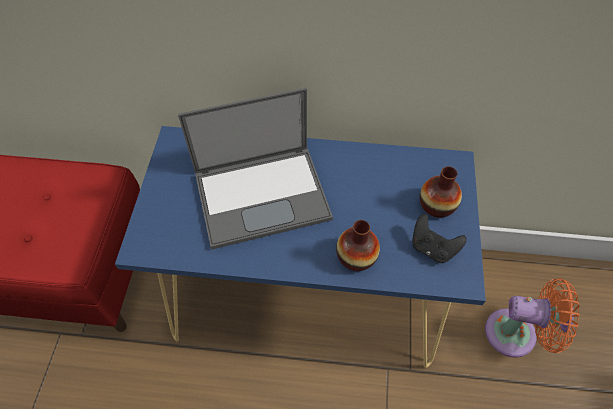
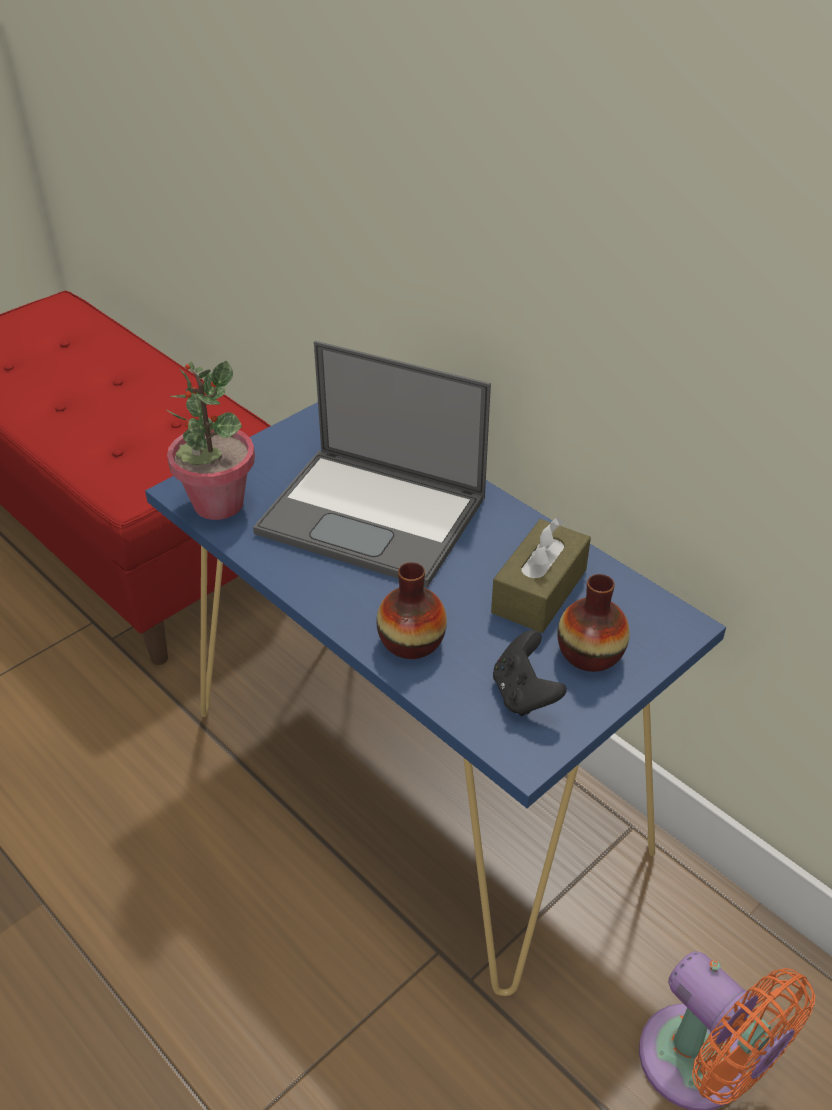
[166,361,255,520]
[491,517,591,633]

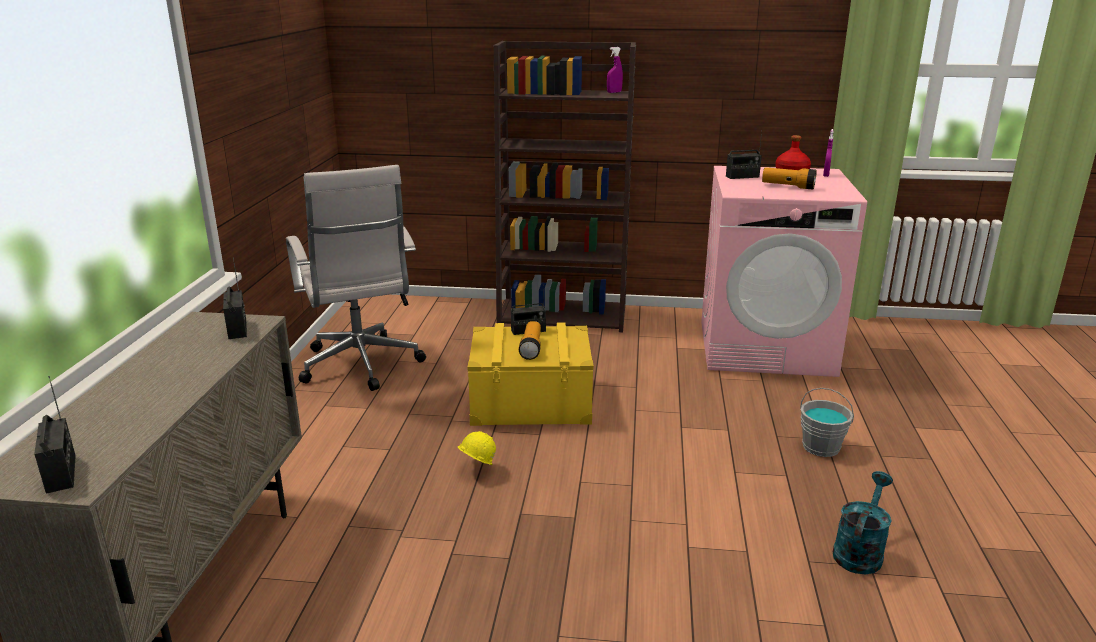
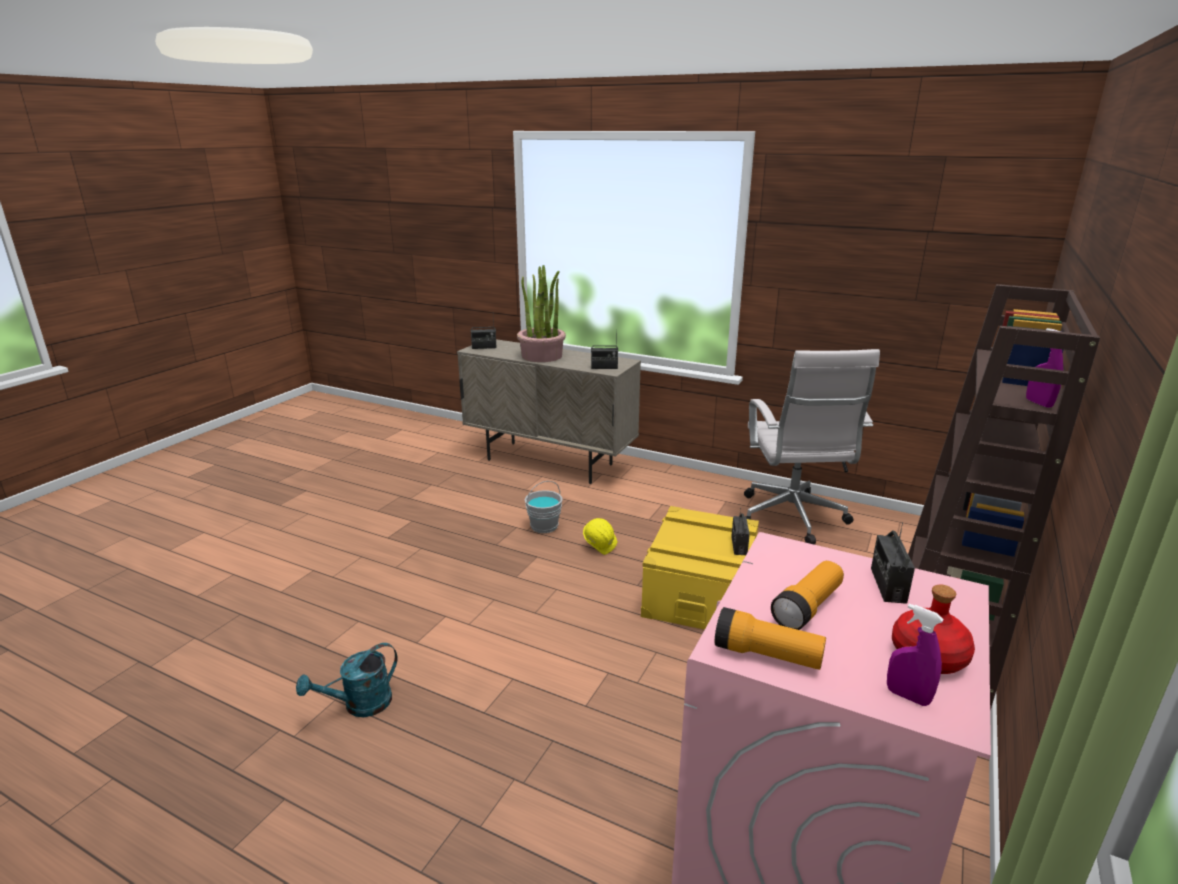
[744,349,880,545]
[715,607,826,670]
[524,481,563,533]
[296,643,397,717]
[517,265,566,362]

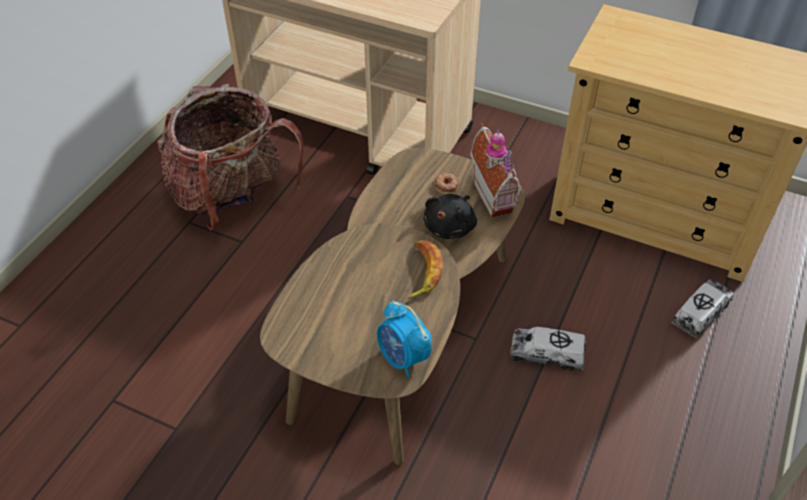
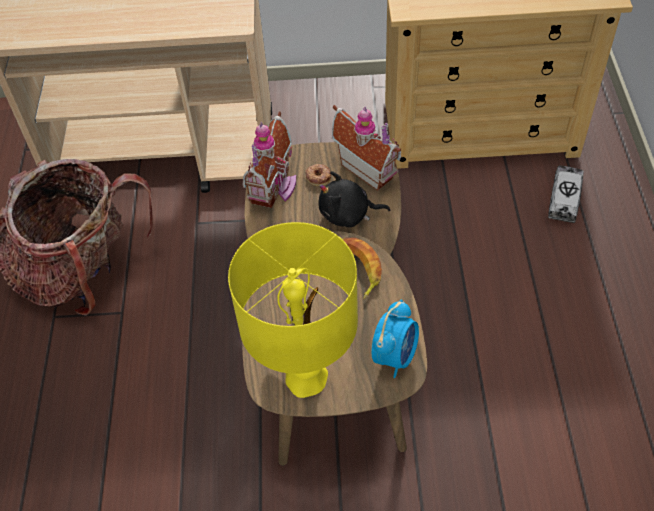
[318,171,390,227]
[371,299,419,378]
[511,327,586,371] (first image)
[242,112,296,208]
[228,222,358,398]

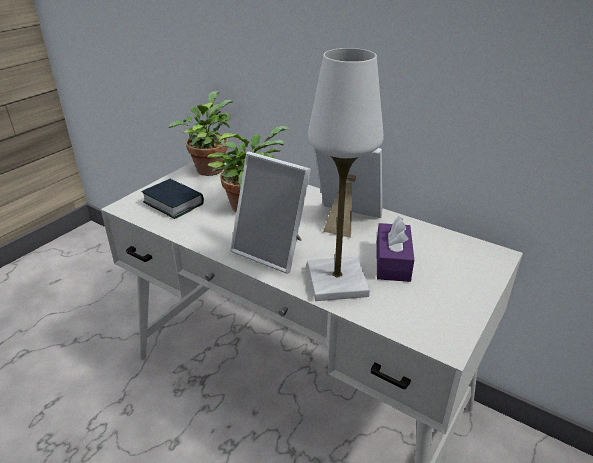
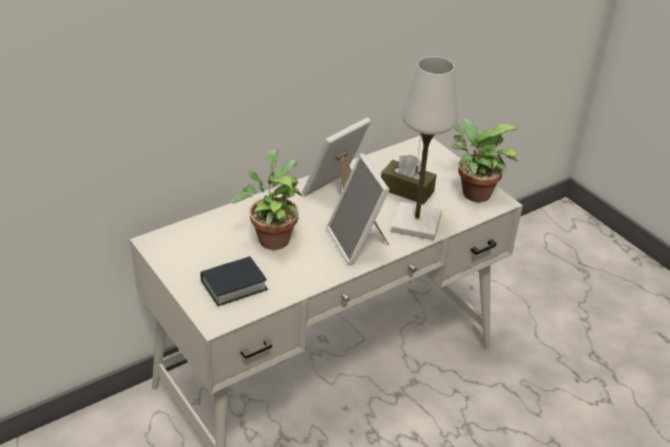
[452,118,519,202]
[327,154,390,266]
[381,155,436,205]

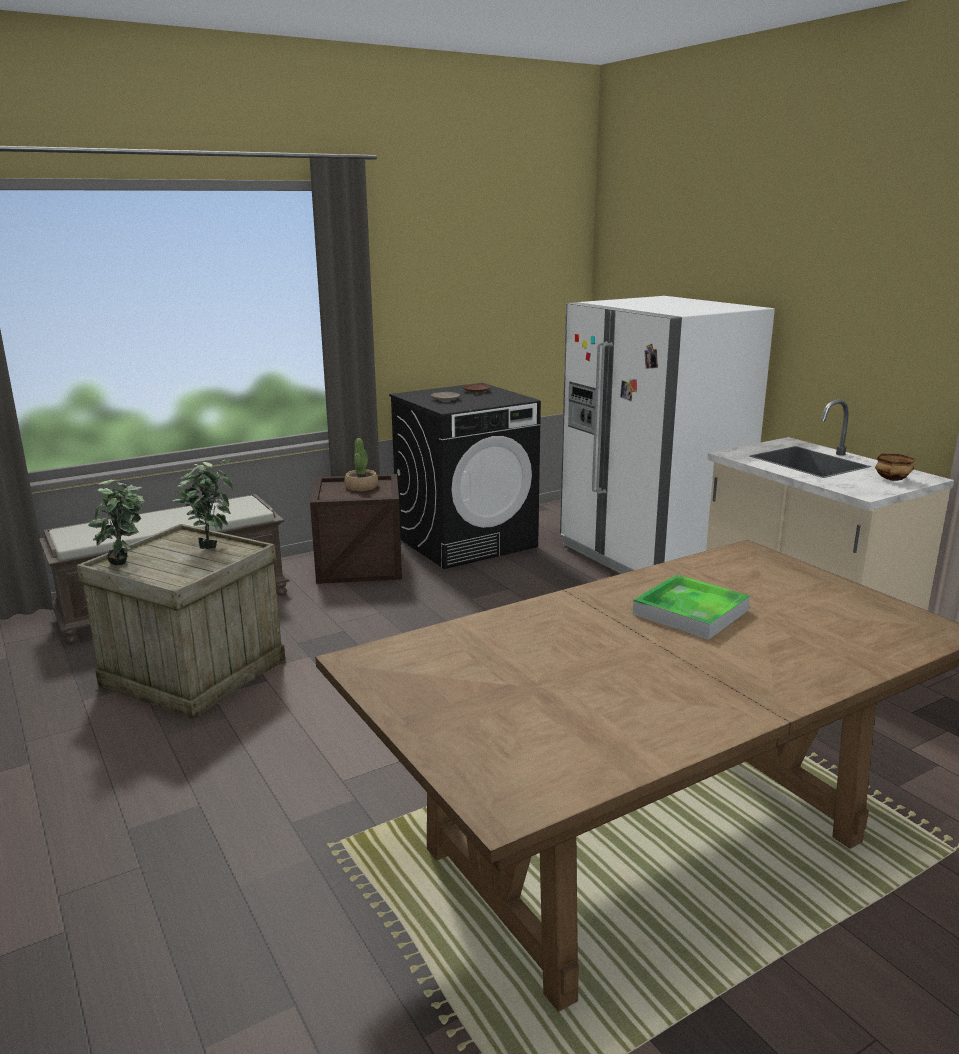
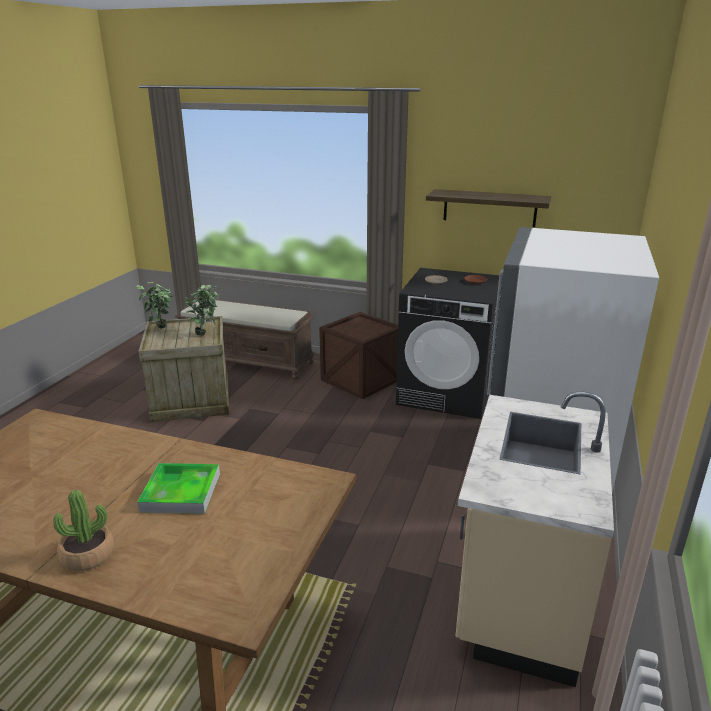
[53,490,114,571]
[875,454,915,481] (first image)
[426,189,551,227]

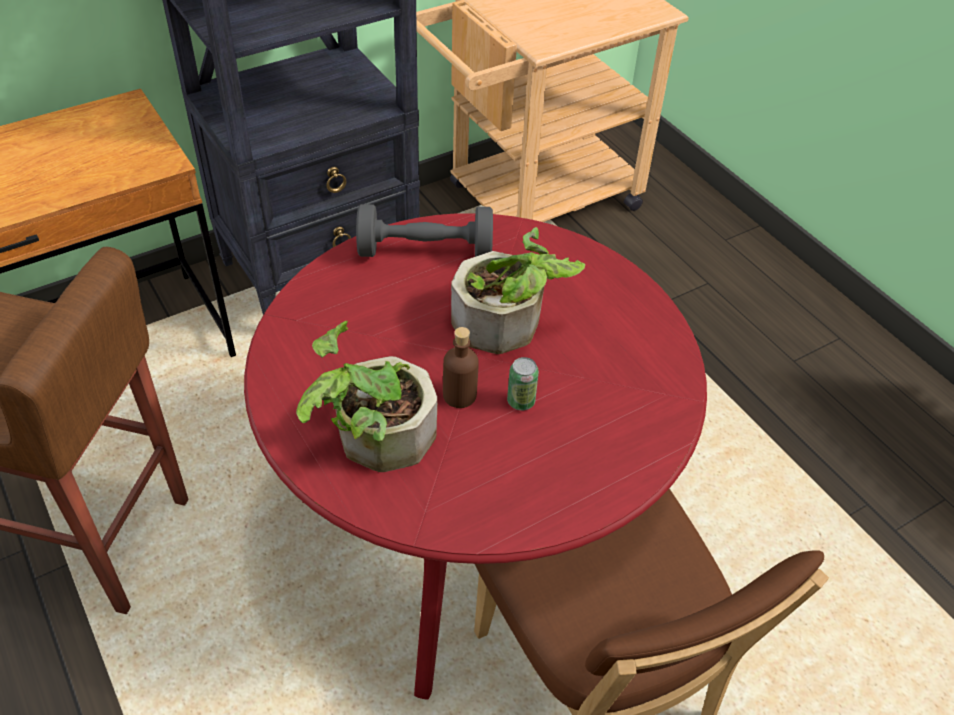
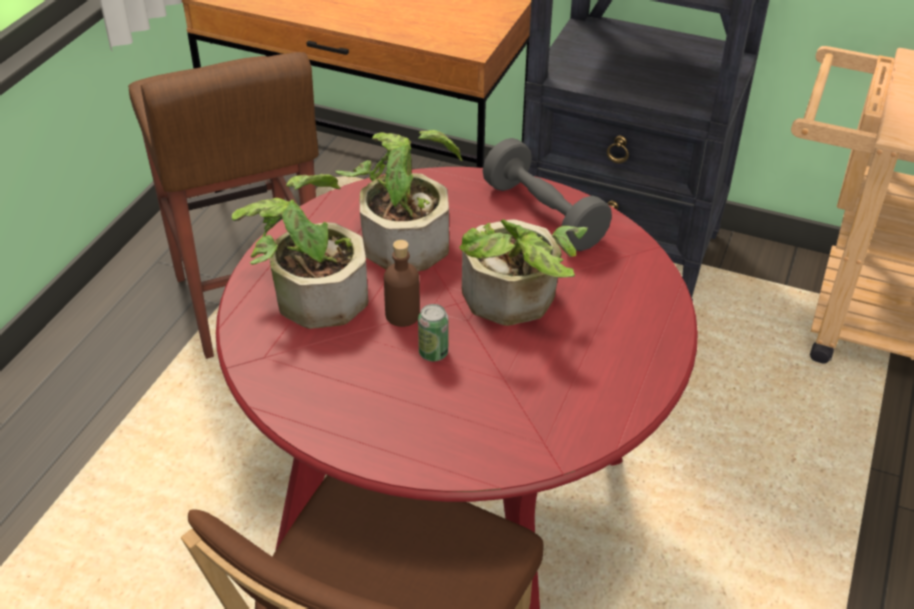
[335,130,462,271]

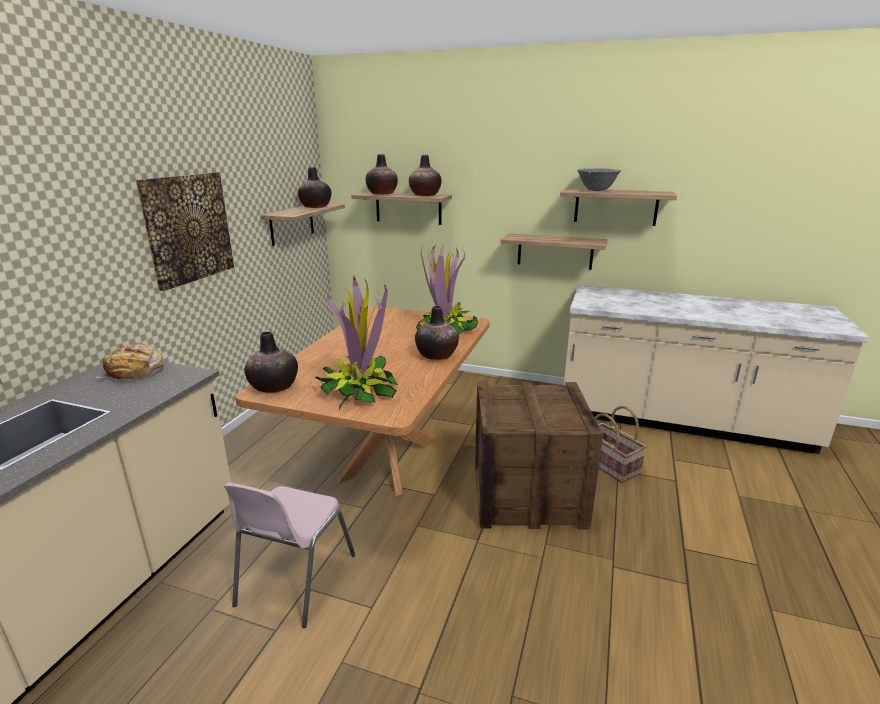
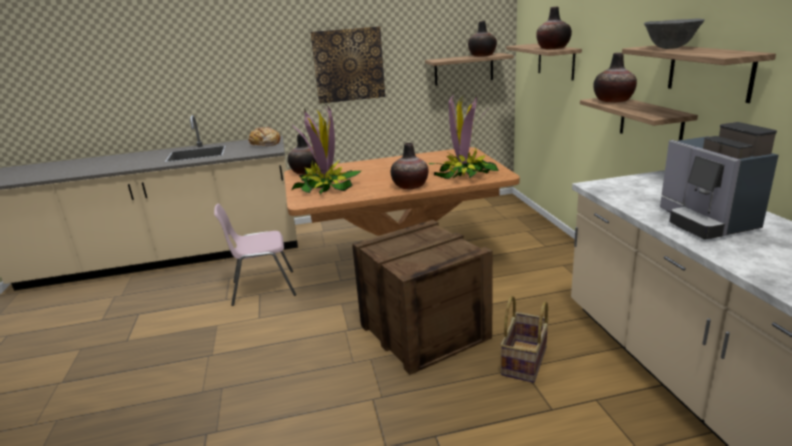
[593,53,637,103]
[660,122,779,239]

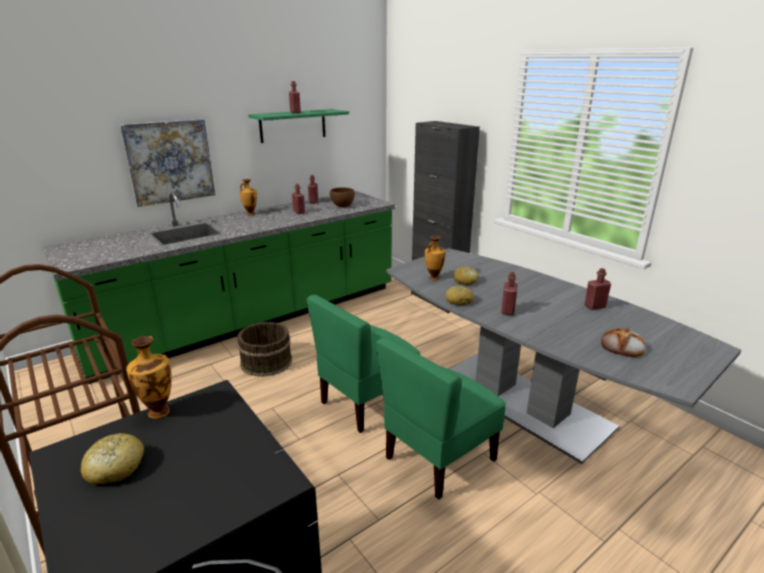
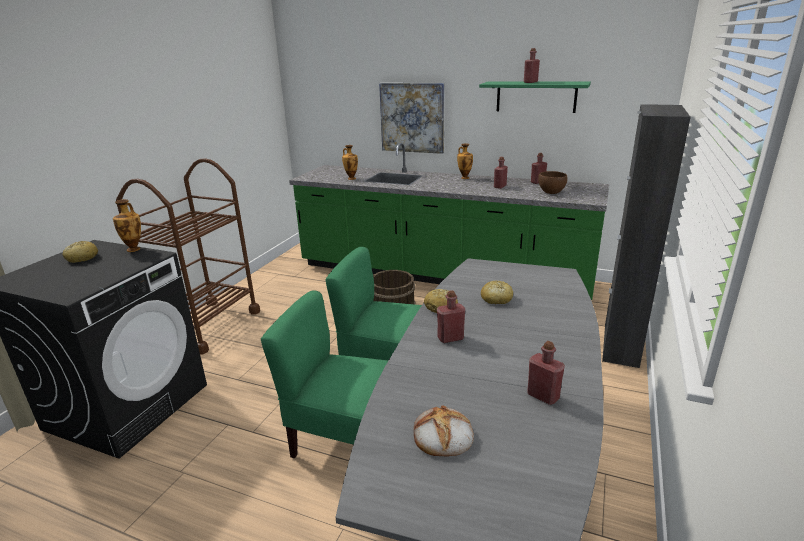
[342,145,358,180]

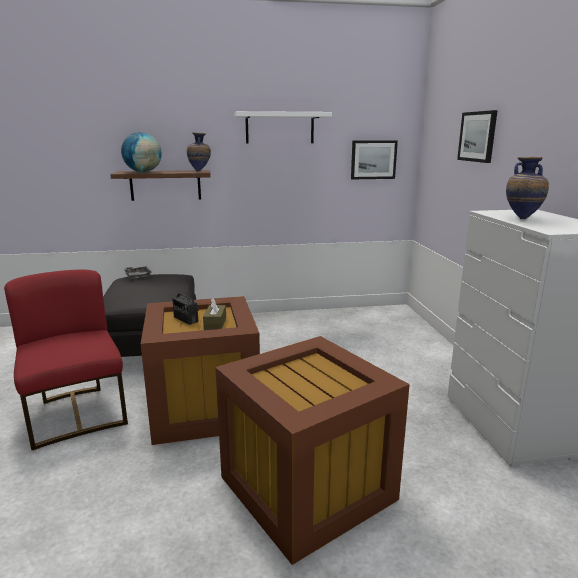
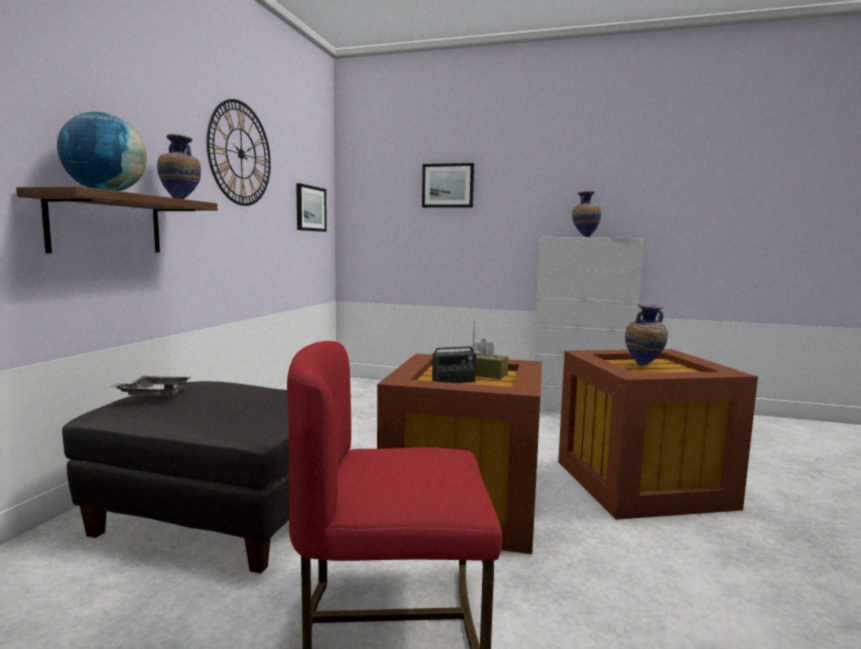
[207,99,271,206]
[625,303,668,366]

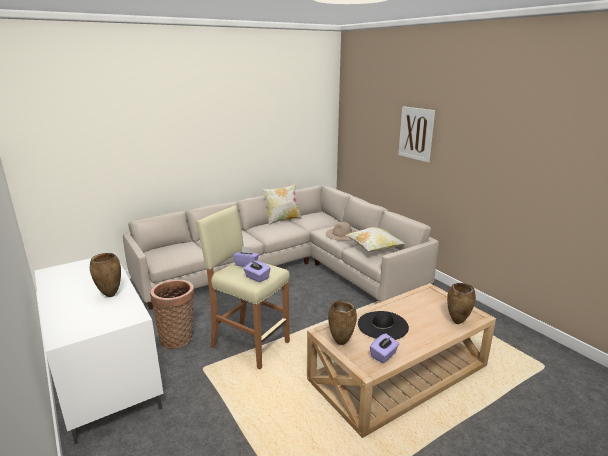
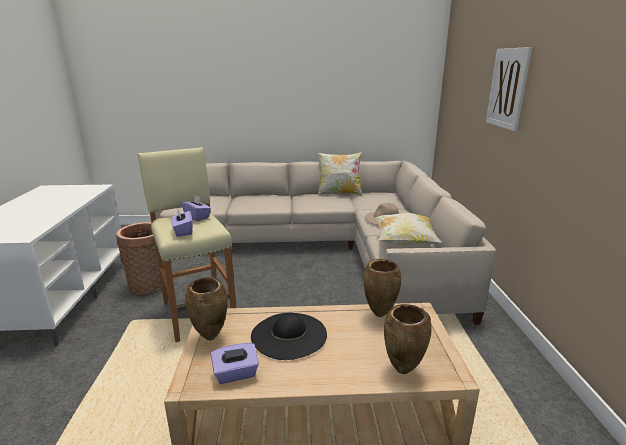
[363,259,401,317]

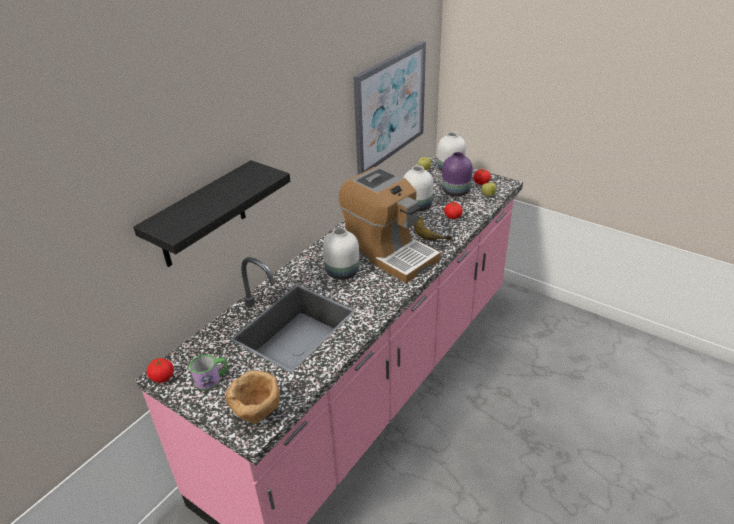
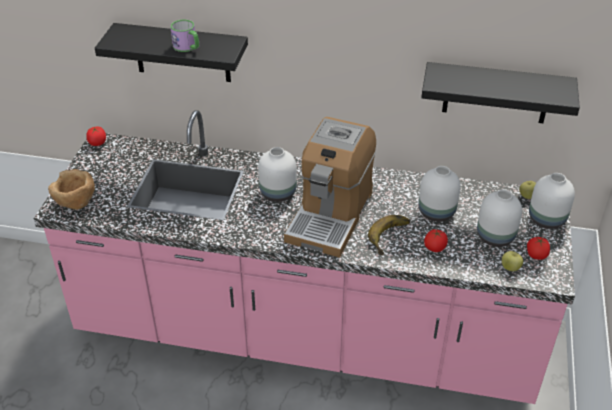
[421,62,580,123]
[477,190,522,247]
[170,19,199,52]

